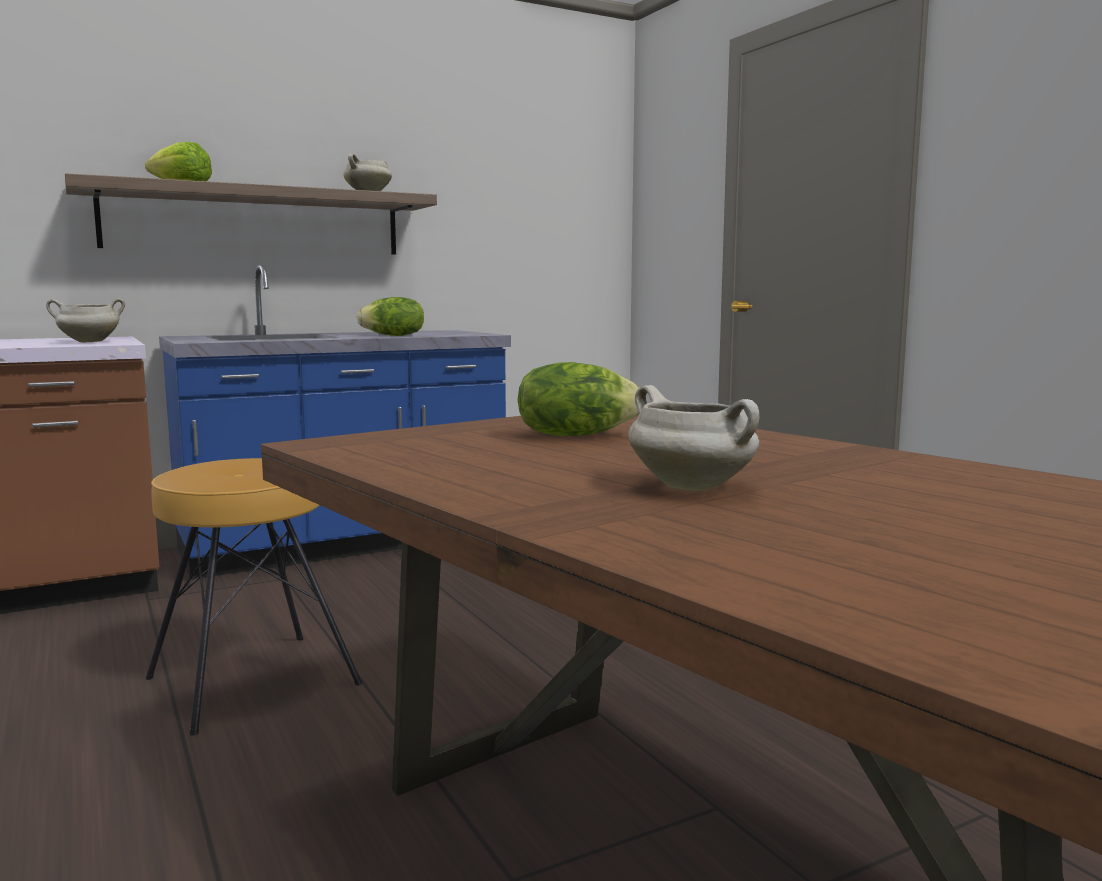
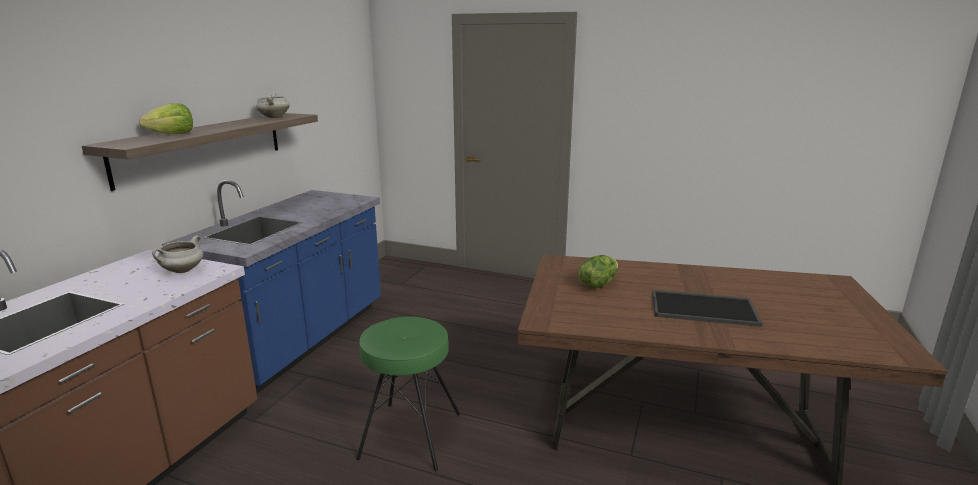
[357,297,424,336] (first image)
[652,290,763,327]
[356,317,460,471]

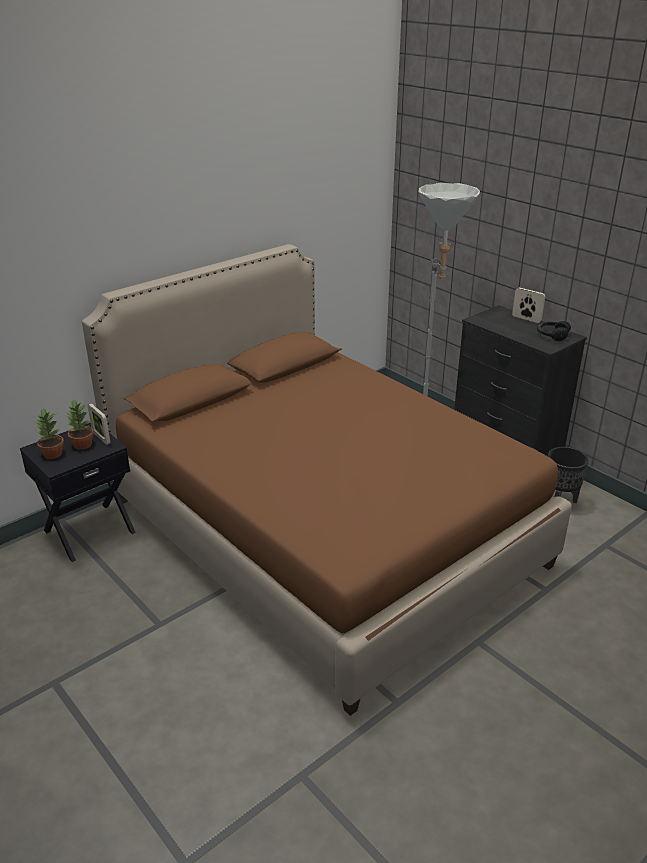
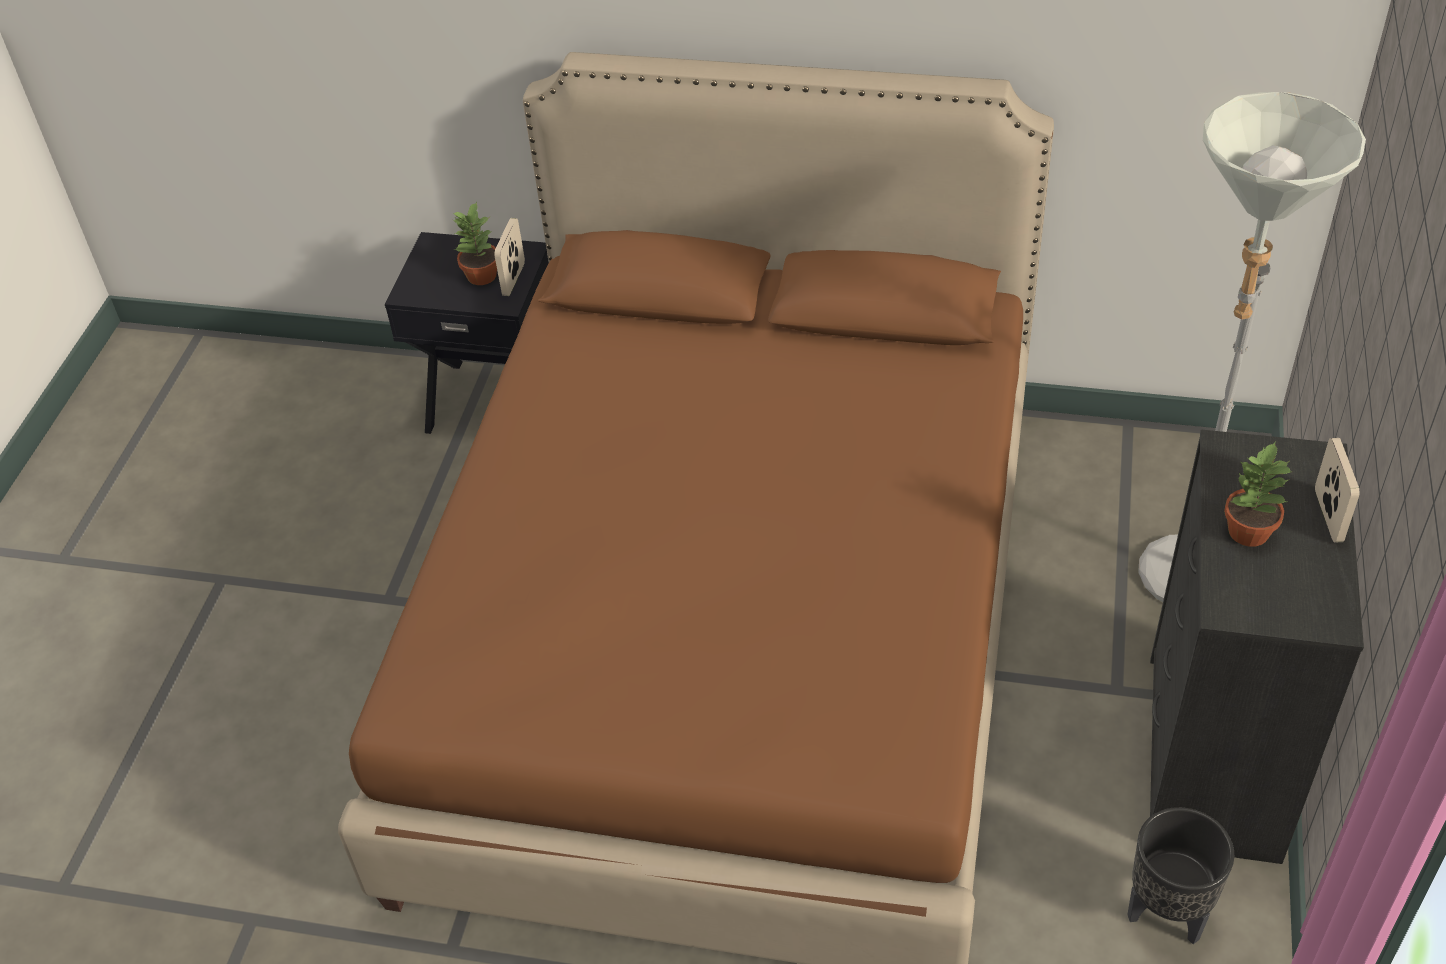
[537,321,571,341] (first image)
[1224,441,1291,547]

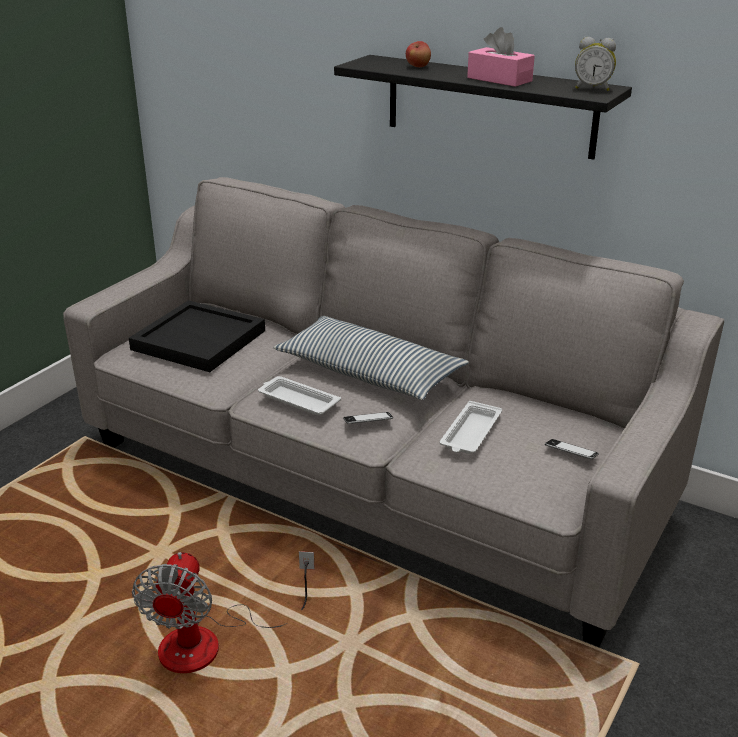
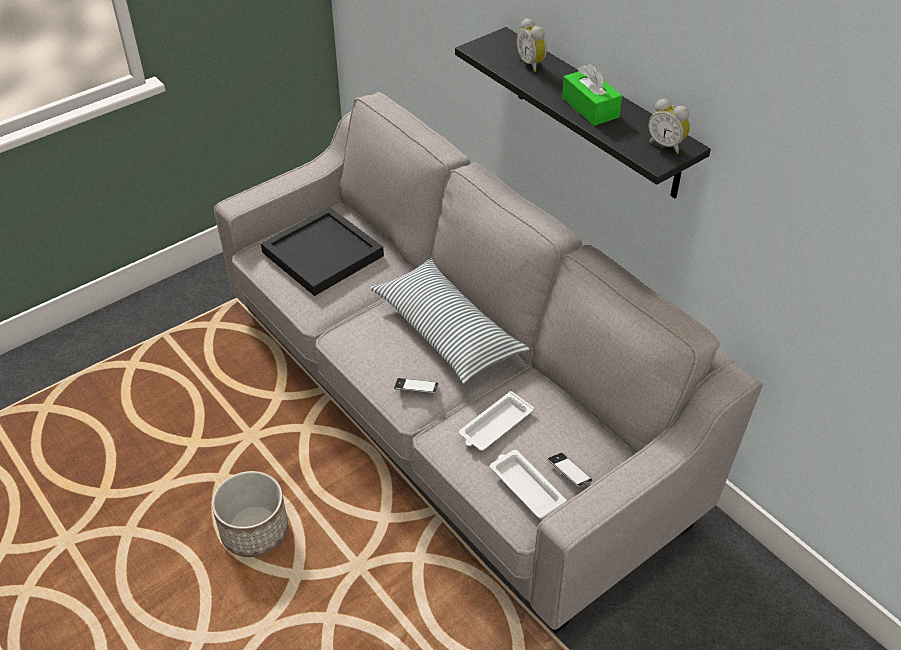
[562,63,622,126]
[516,18,547,72]
[490,450,567,519]
[212,471,288,557]

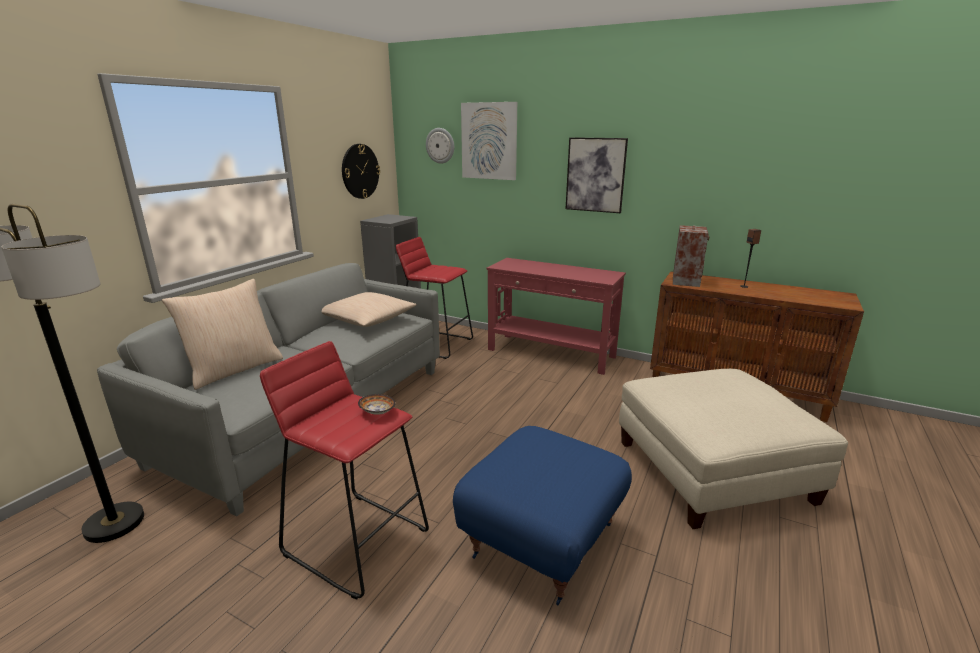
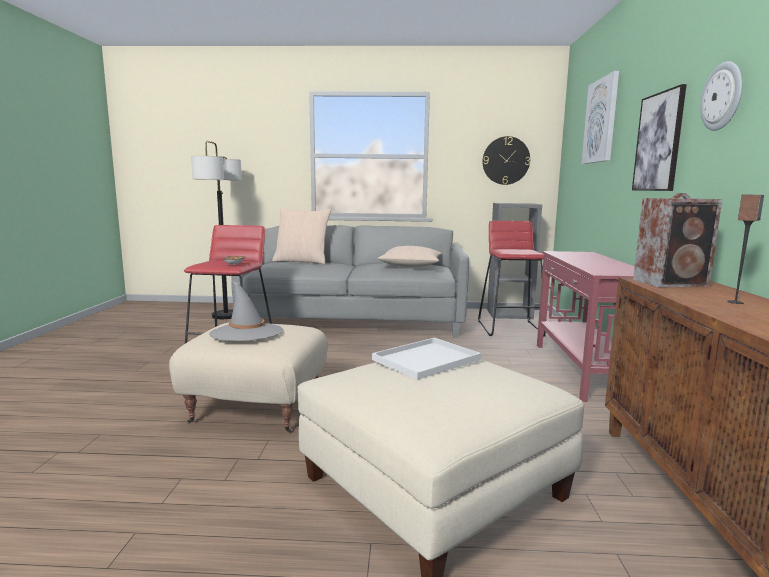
[700,61,742,131]
[169,322,328,433]
[209,281,283,341]
[372,337,481,380]

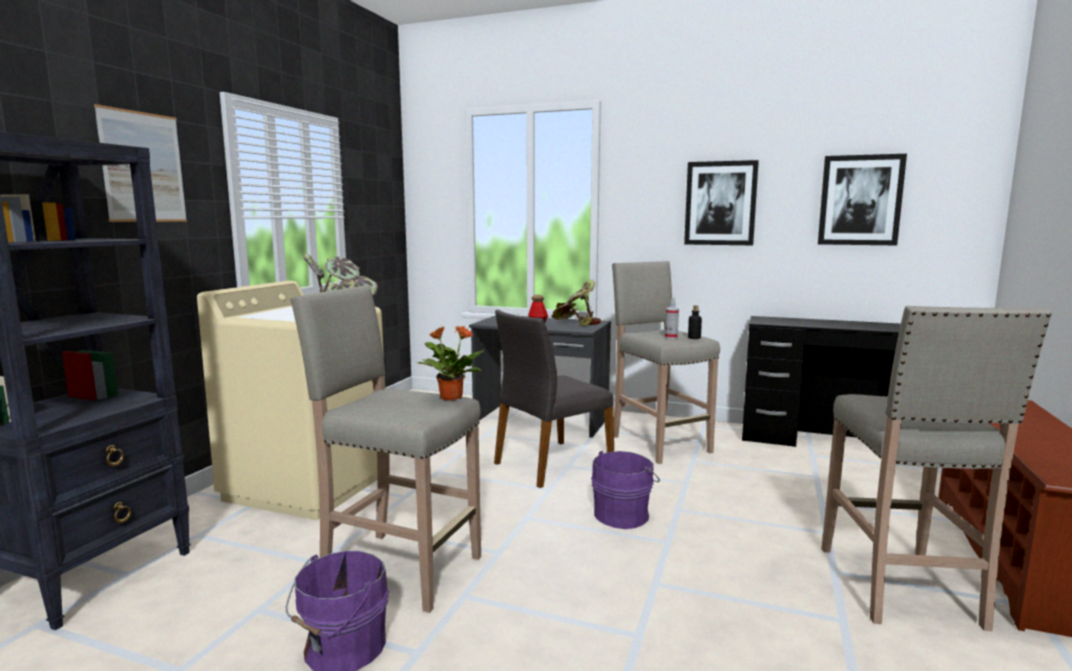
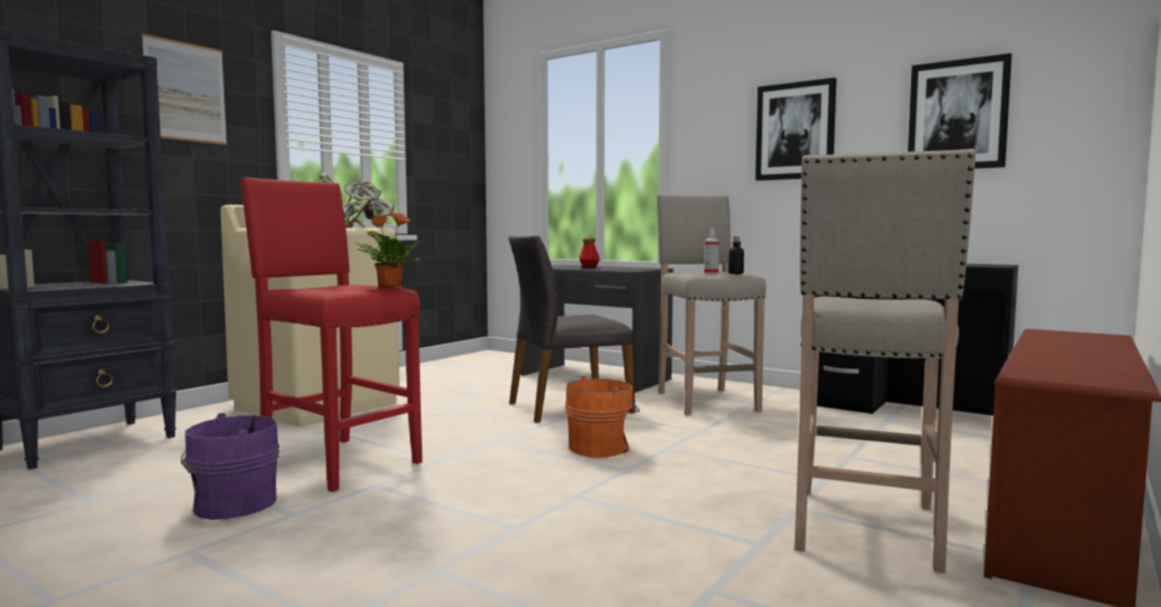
[551,280,601,326] (first image)
[240,177,422,492]
[565,376,640,457]

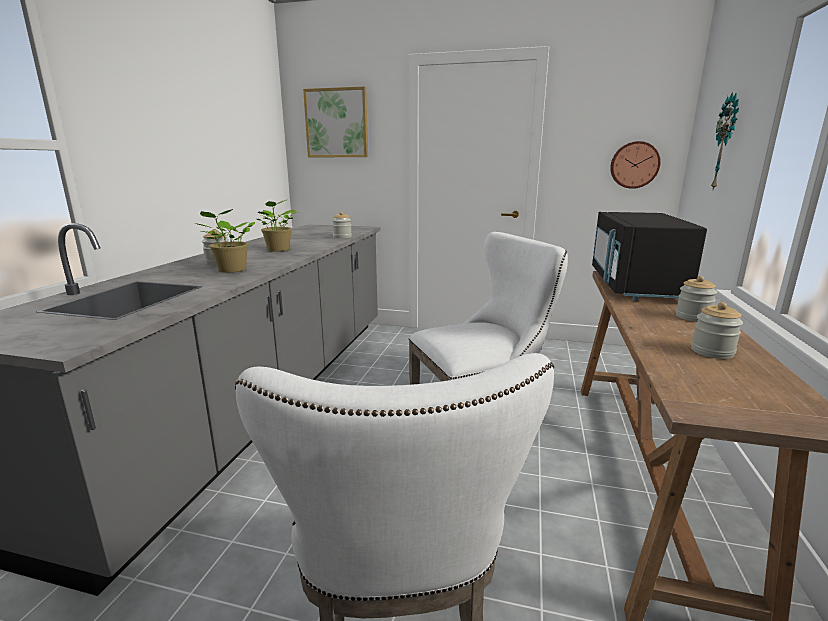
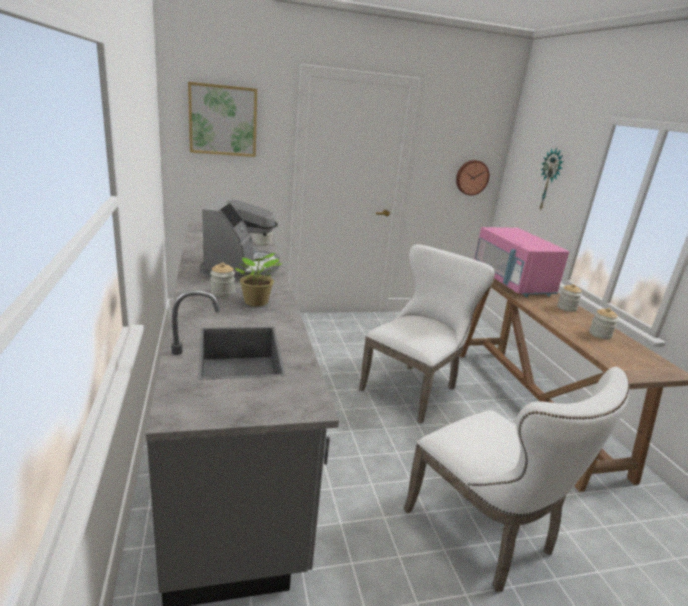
[200,196,280,281]
[474,227,569,297]

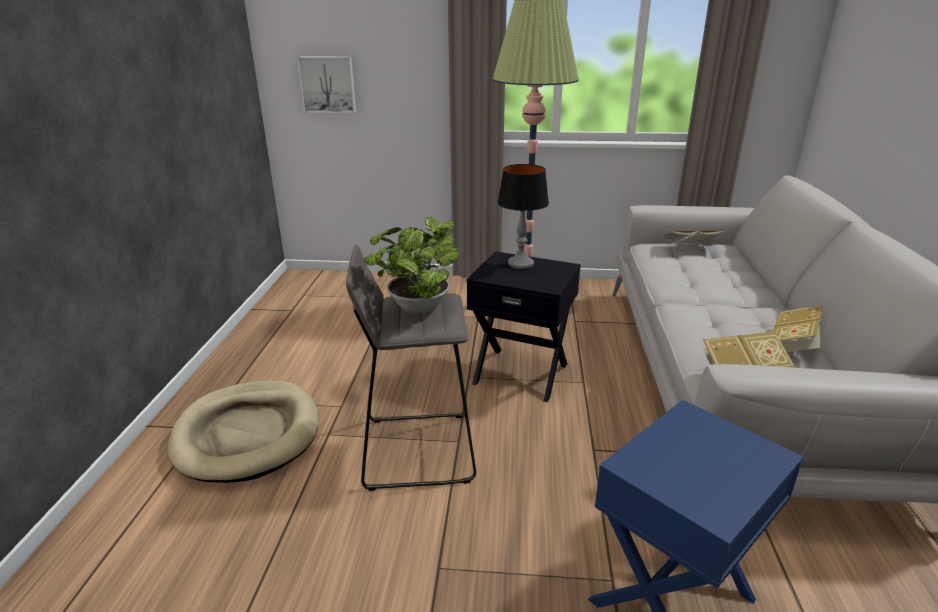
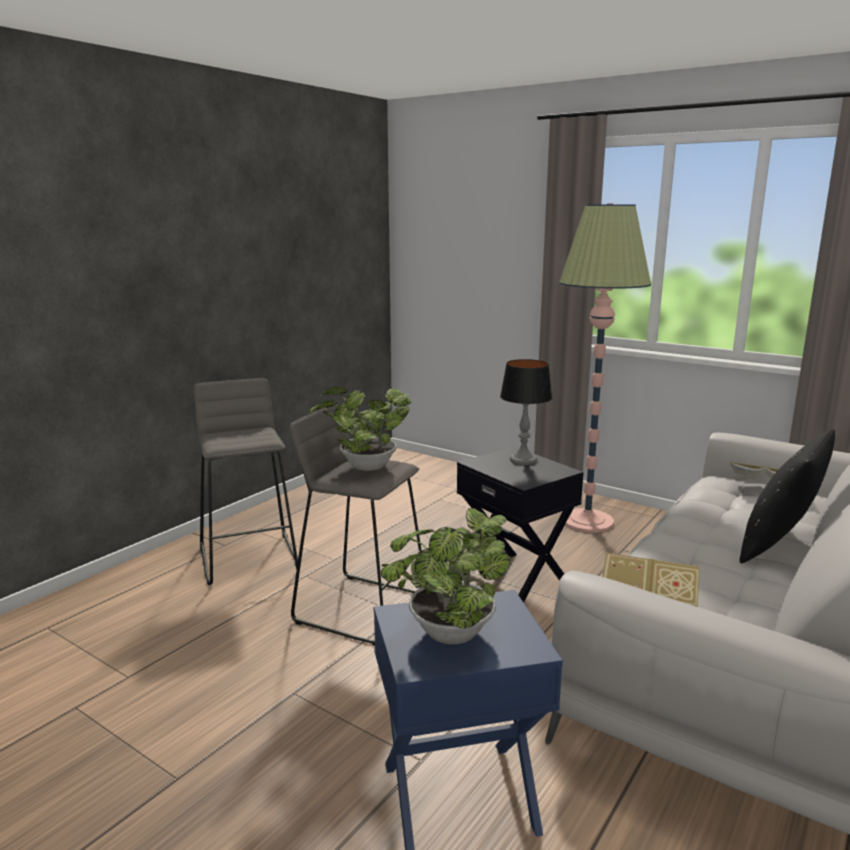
[297,57,356,113] (first image)
[773,305,823,352] (first image)
[194,378,298,585]
[740,429,835,564]
[380,508,510,644]

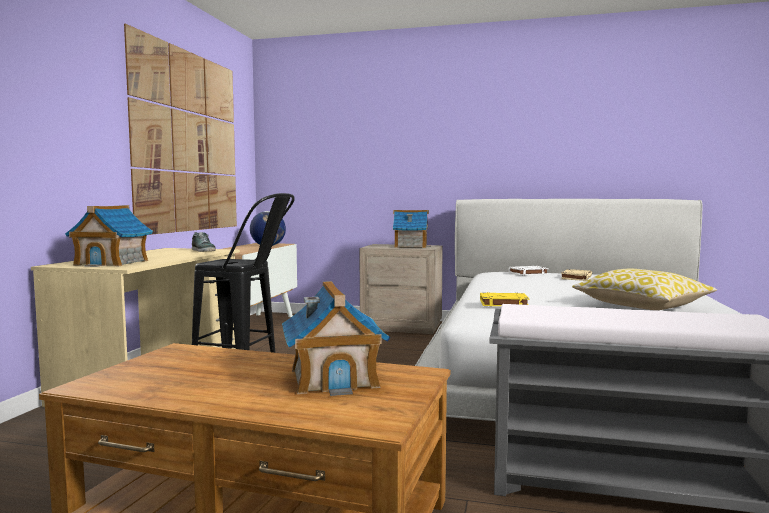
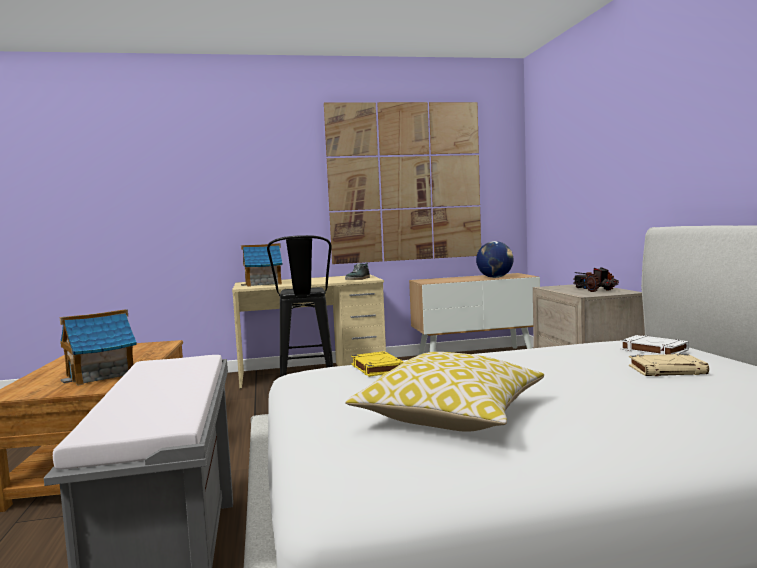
[573,267,619,292]

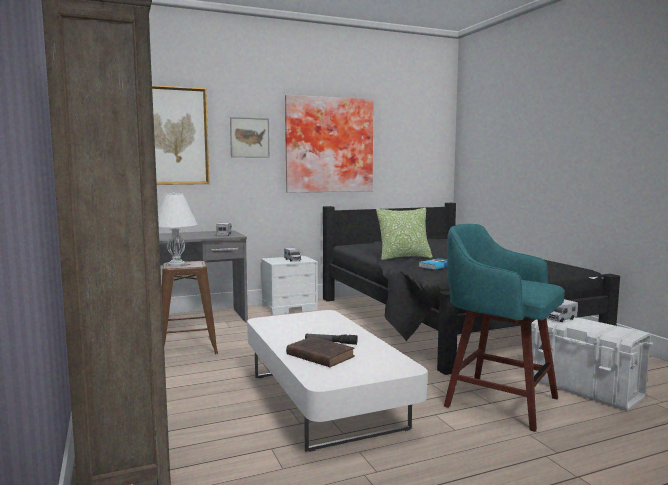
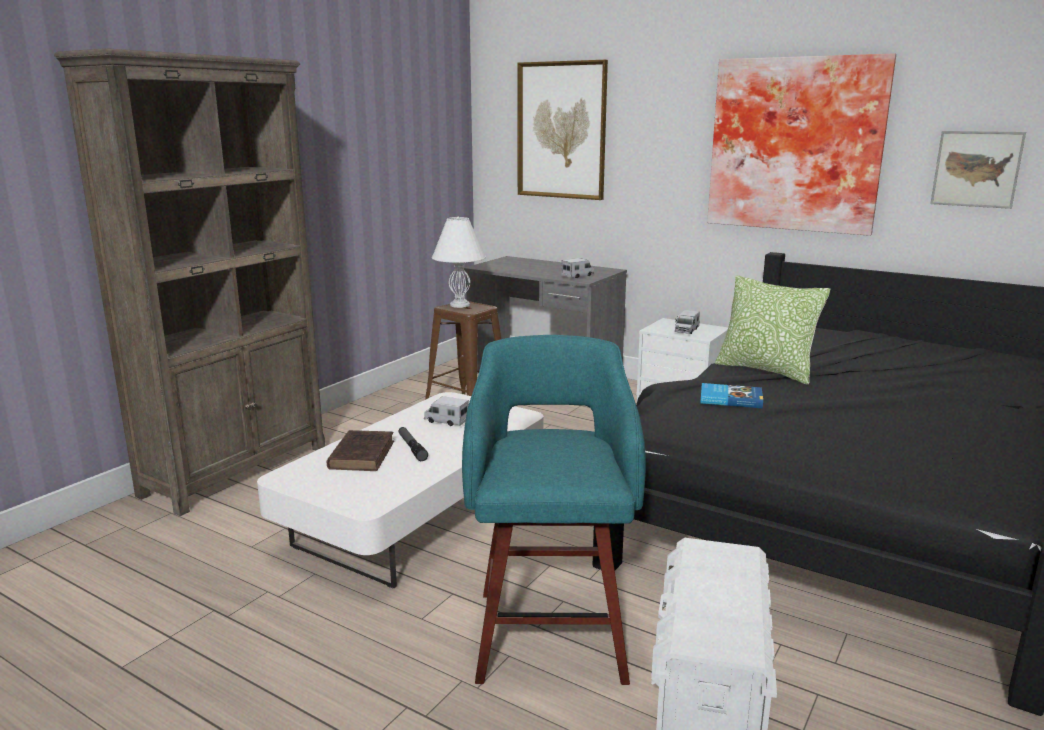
[930,131,1026,209]
[424,396,469,426]

